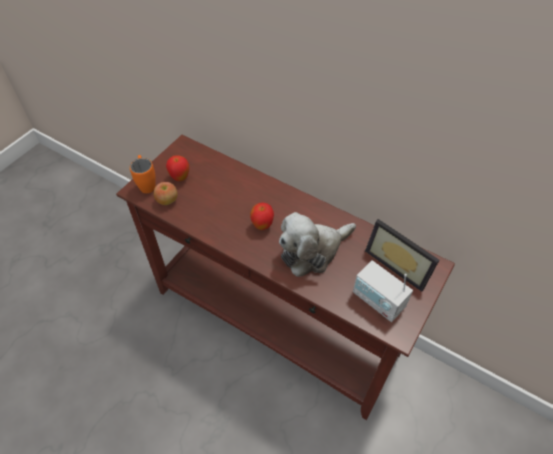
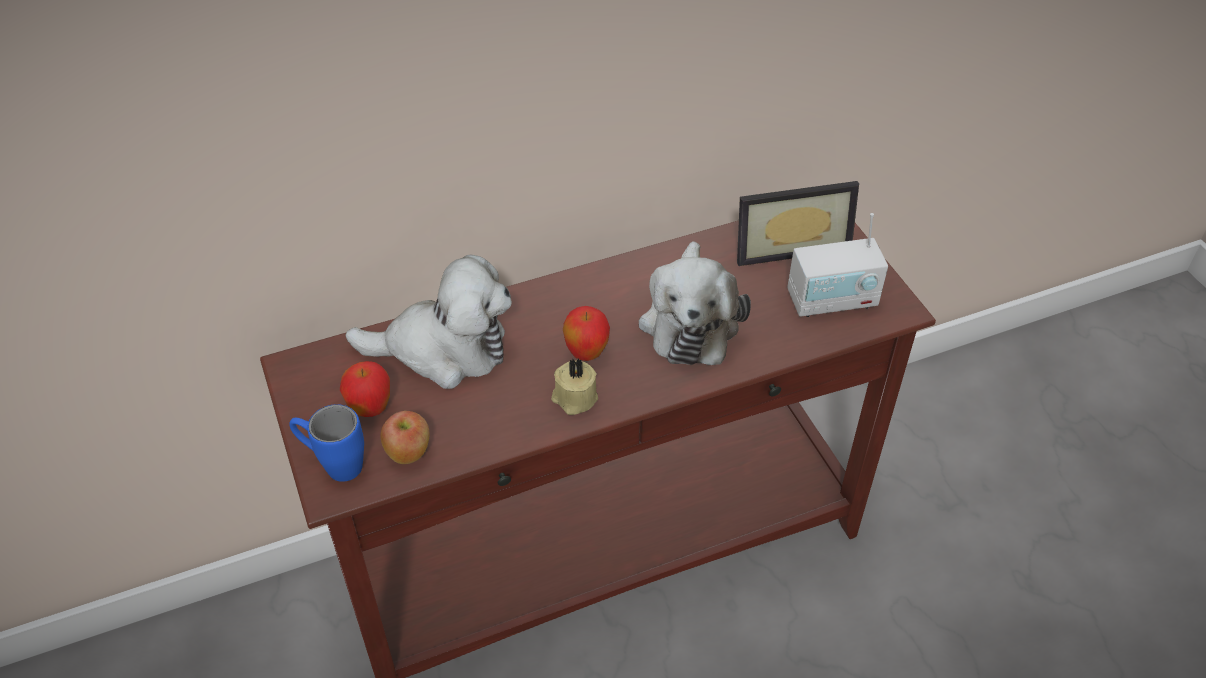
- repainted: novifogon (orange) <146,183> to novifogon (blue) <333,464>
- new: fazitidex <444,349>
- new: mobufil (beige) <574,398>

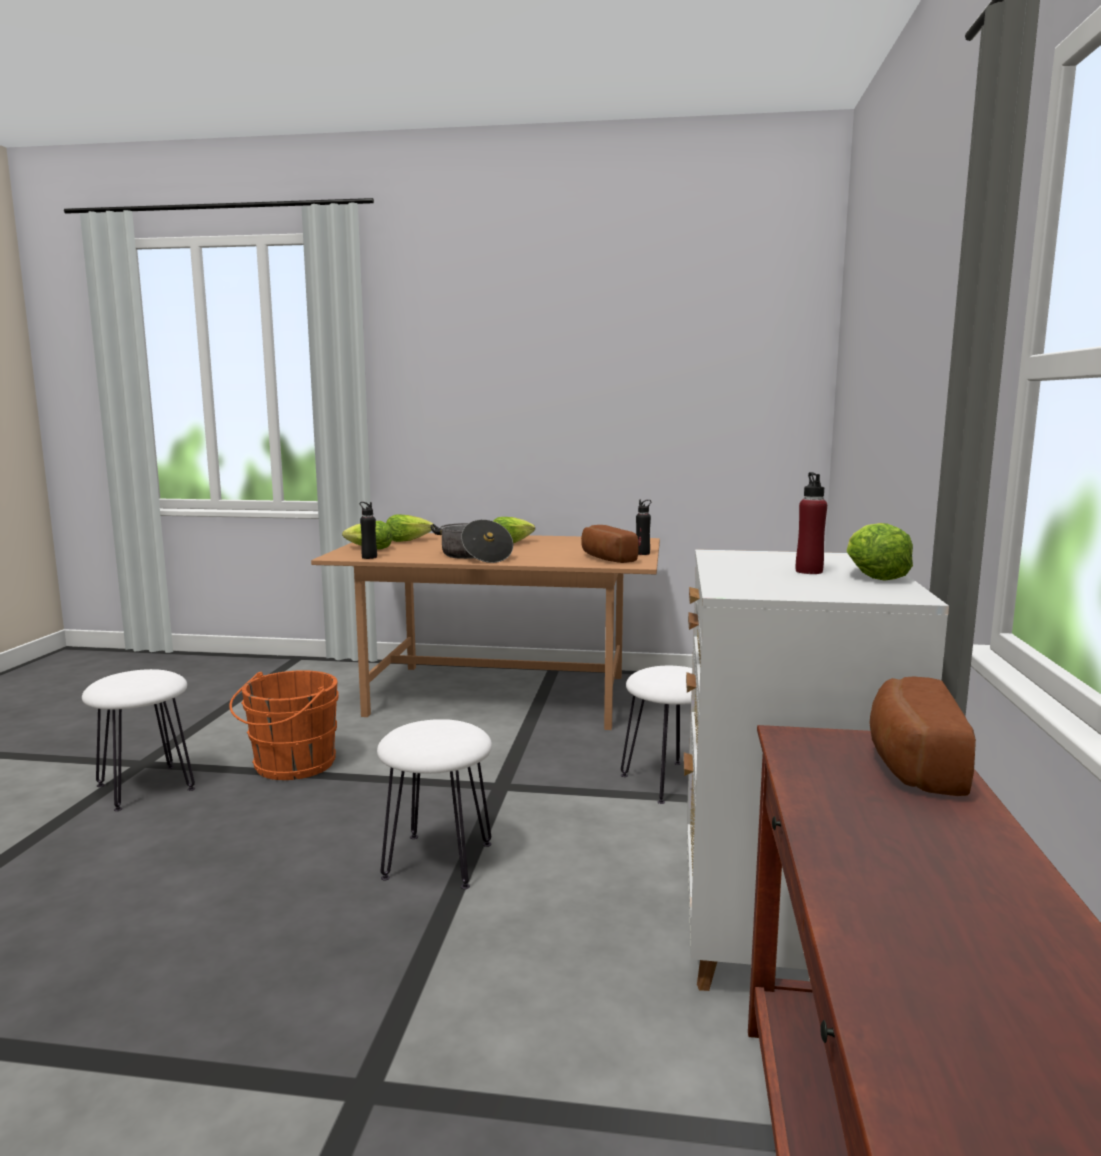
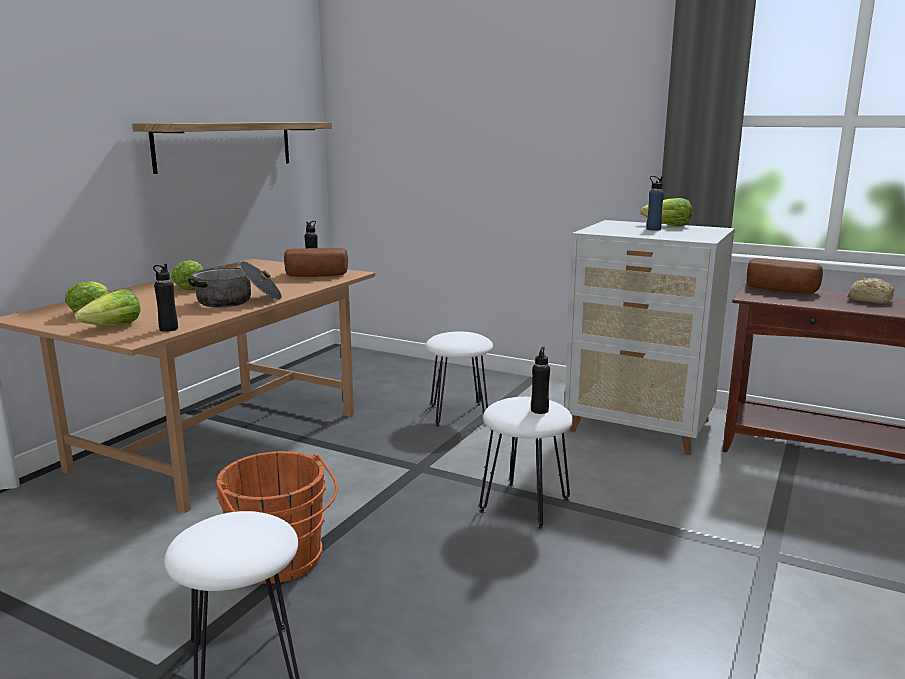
- repainted: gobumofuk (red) <809,571> to gobumofuk (blue) <653,229>
- new: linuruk <225,145>
- new: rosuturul <868,300>
- new: gobumofuk (black) <539,410>

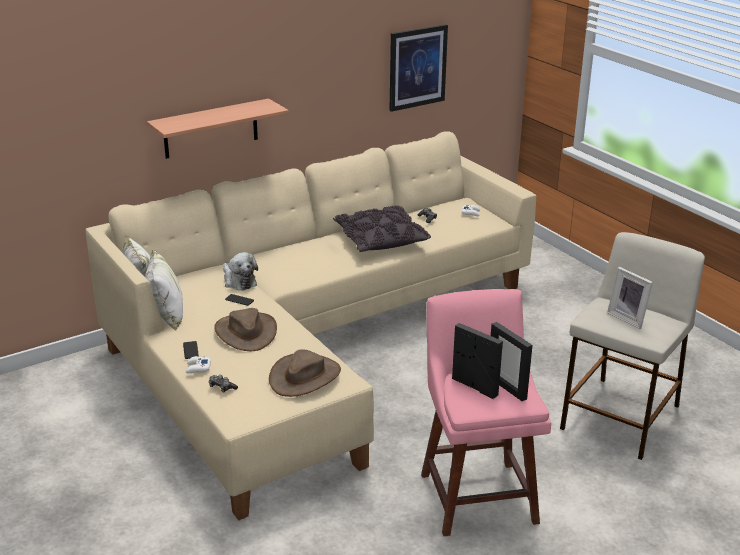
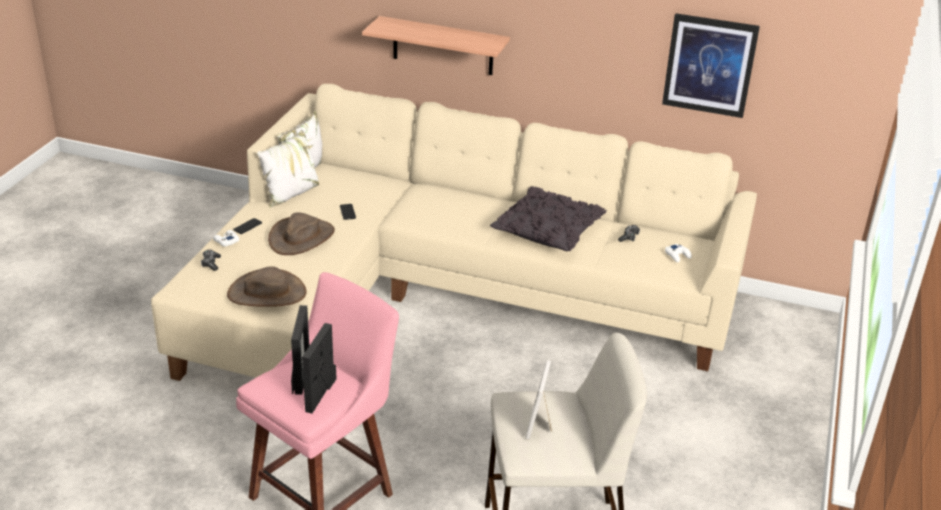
- gone: fazitidex <238,281>

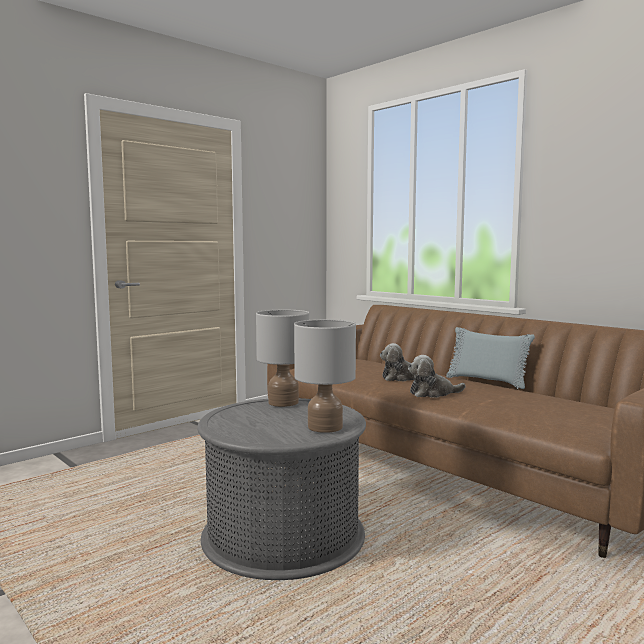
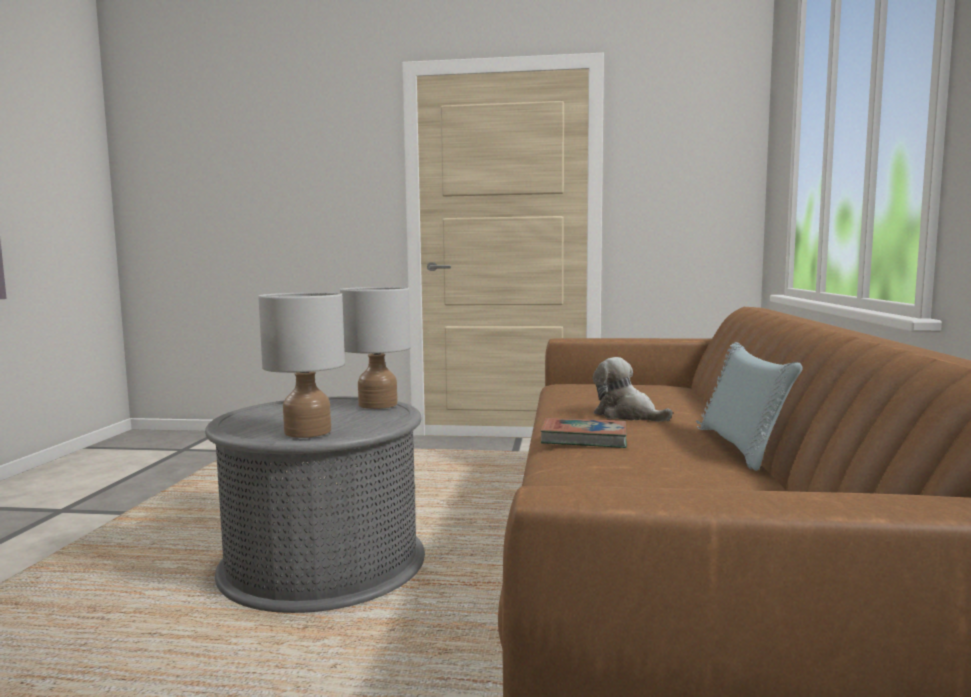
- swapped: fazitidex <432,393> to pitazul <584,439>

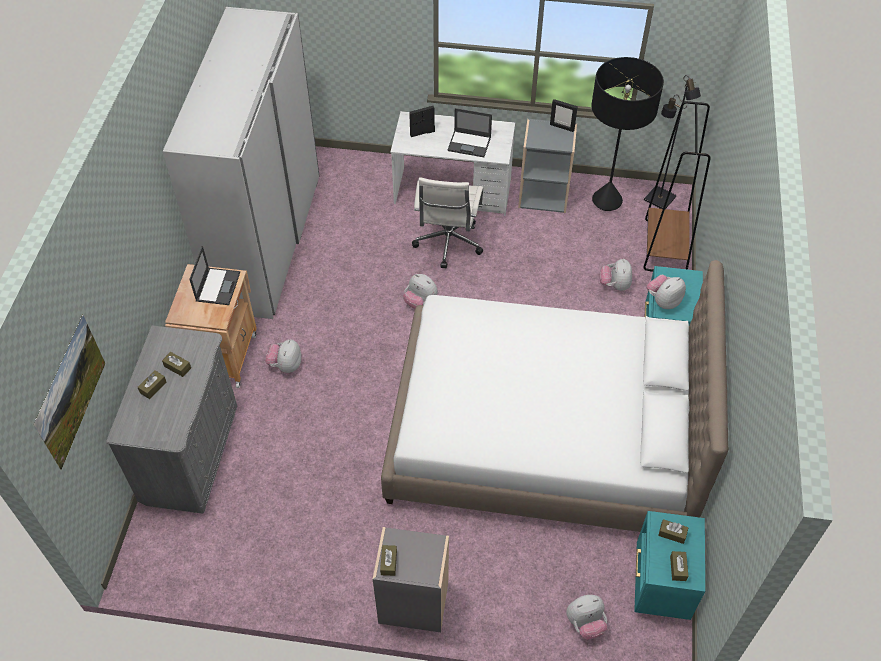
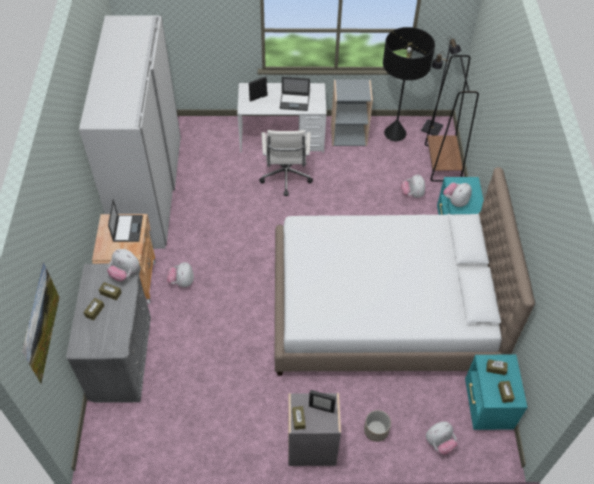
- shifted: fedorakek <562,127> to <321,407>
- shifted: fazitidex <420,301> to <125,273>
- new: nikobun <376,430>

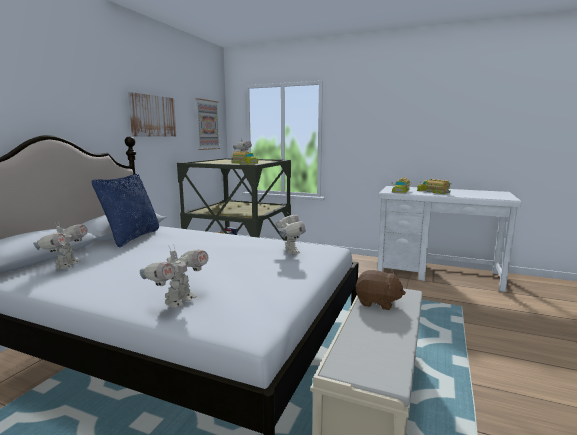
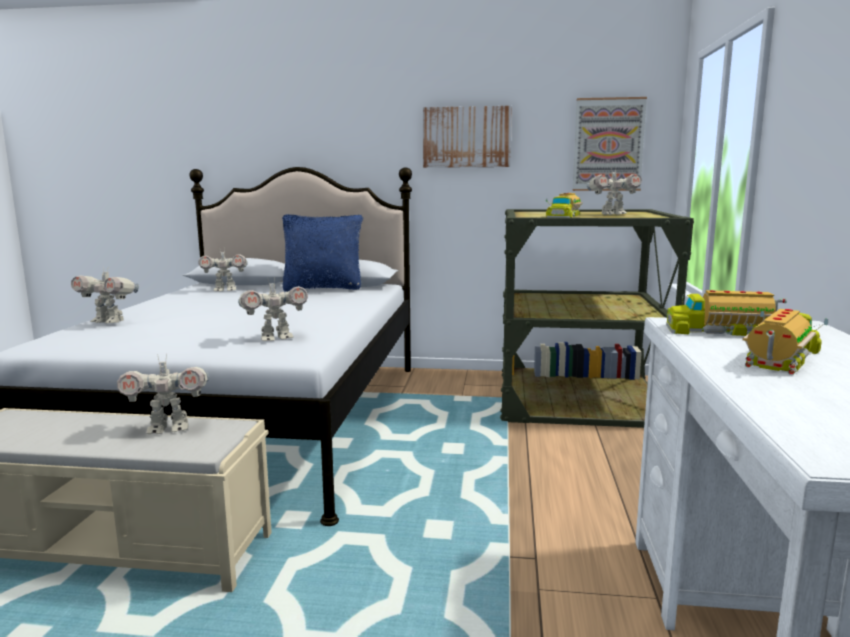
- swapped: fazitidex (brown) <377,302> to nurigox <169,429>

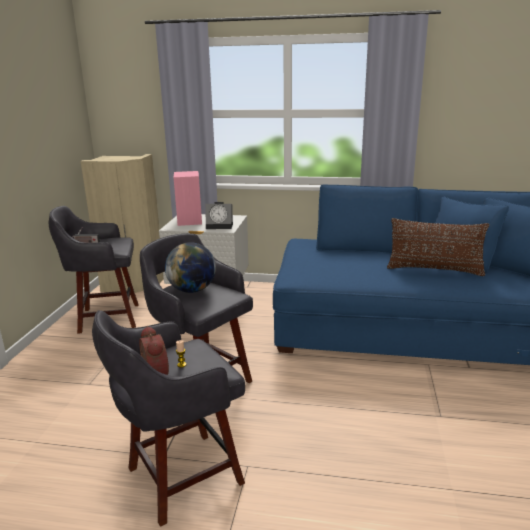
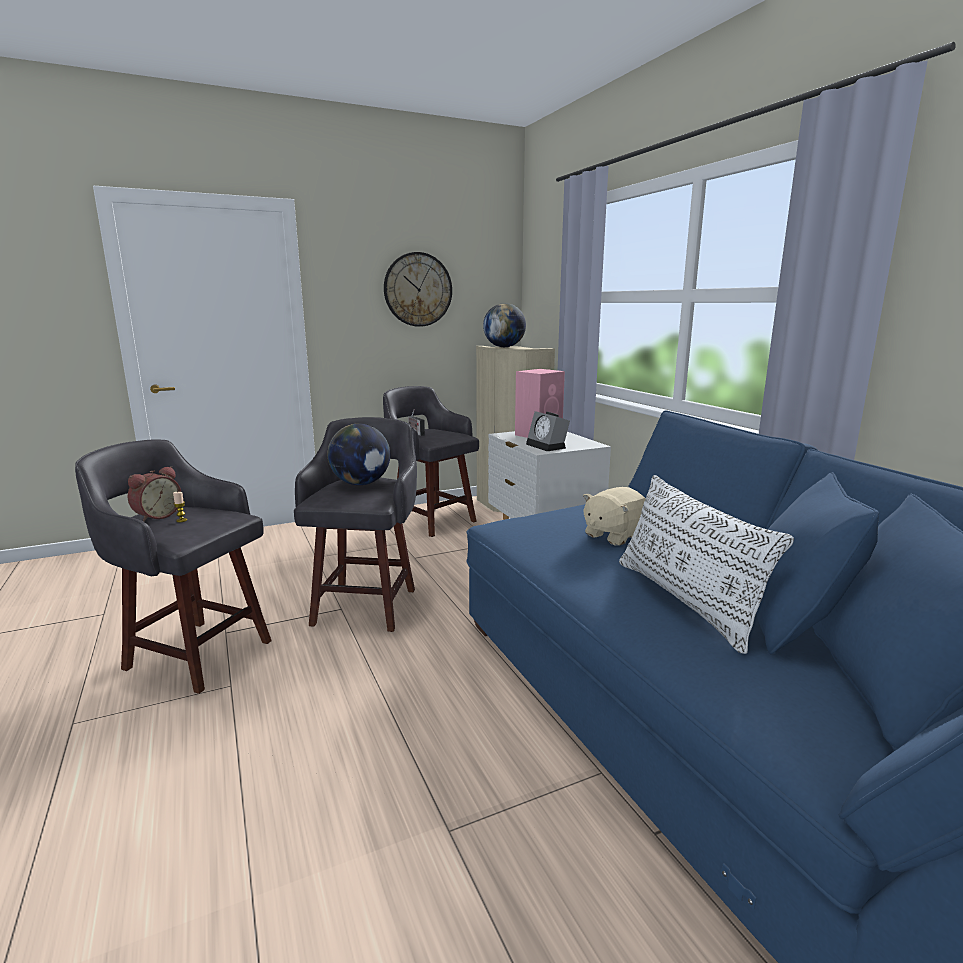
- repainted: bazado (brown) <434,269> to bazado (white) <685,601>
- new: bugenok <418,289>
- new: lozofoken <504,347>
- new: fazitidex (beige) <613,535>

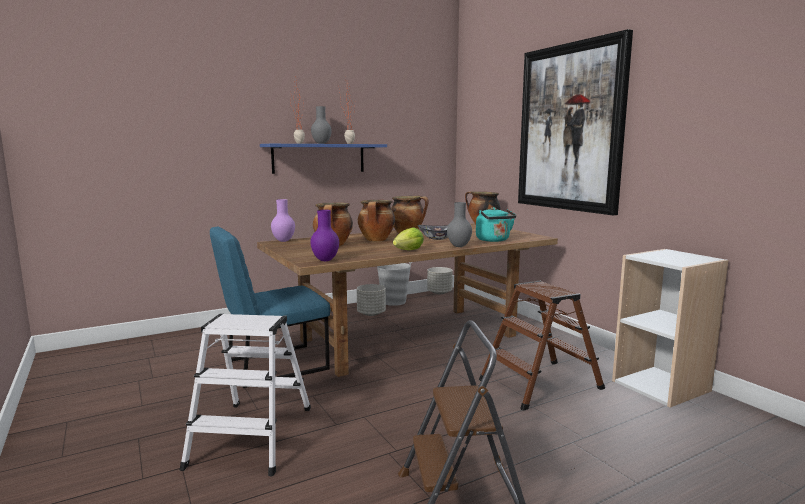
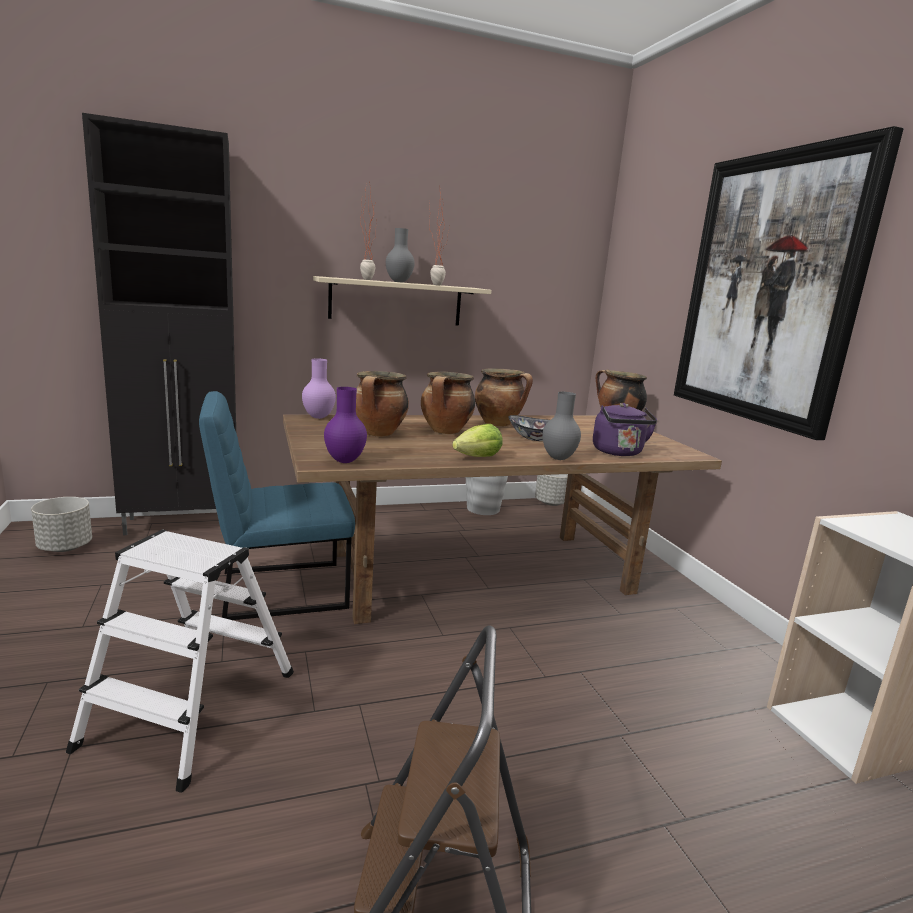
- repainted: linuruk (blue) <319,158> to linuruk (beige) <396,302>
- repainted: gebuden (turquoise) <494,240> to gebuden (purple) <619,453>
- gone: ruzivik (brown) <540,384>
- shifted: nikobun (grey) <371,314> to <65,547>
- new: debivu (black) <184,524>

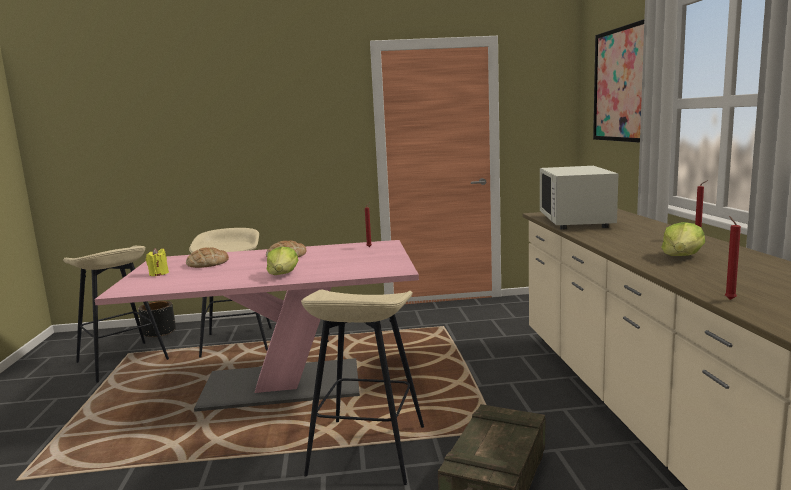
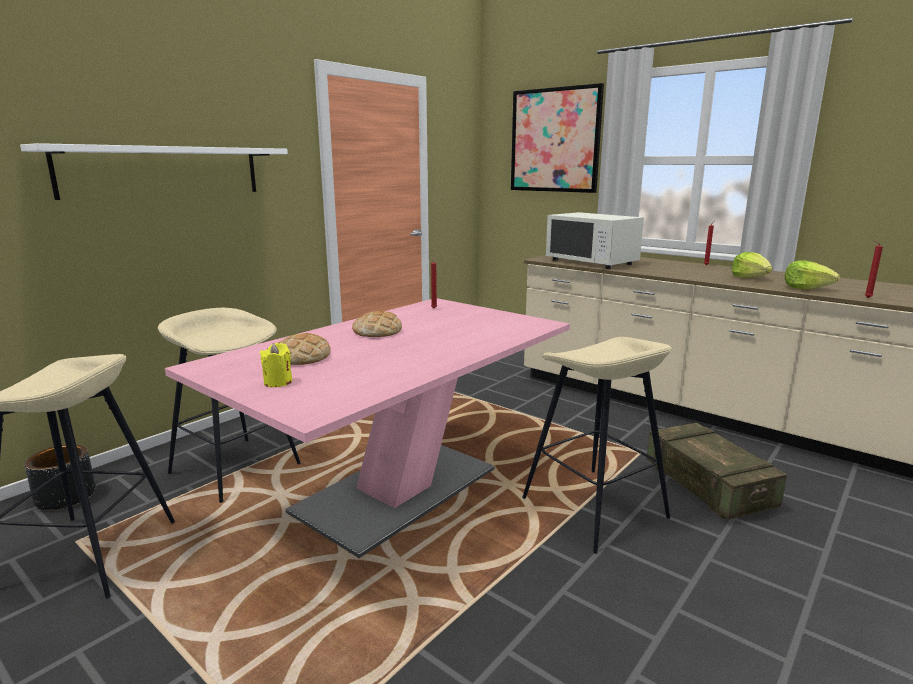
- shifted: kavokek <283,274> to <806,288>
- new: linuruk (white) <164,171>

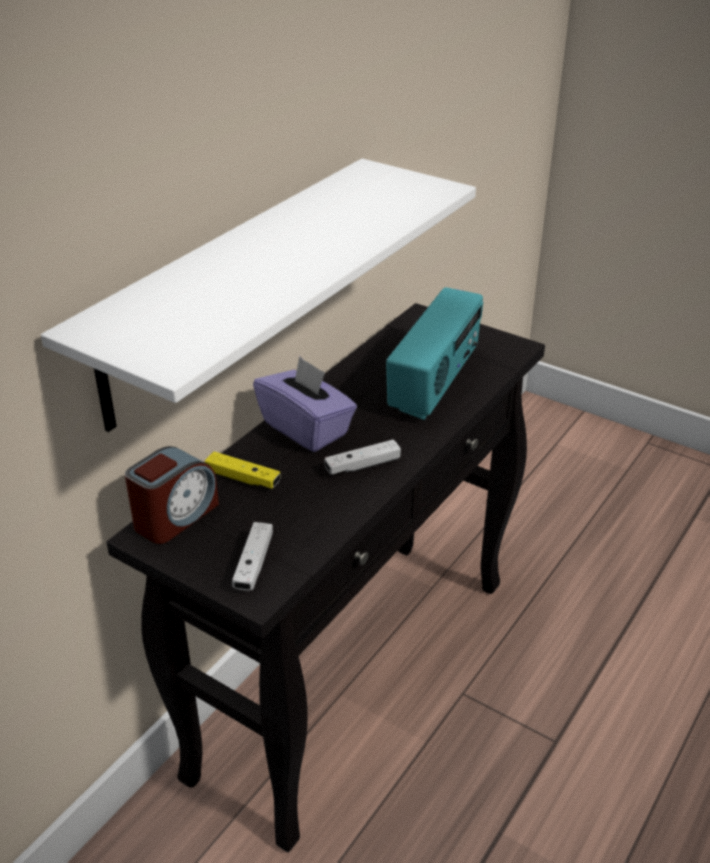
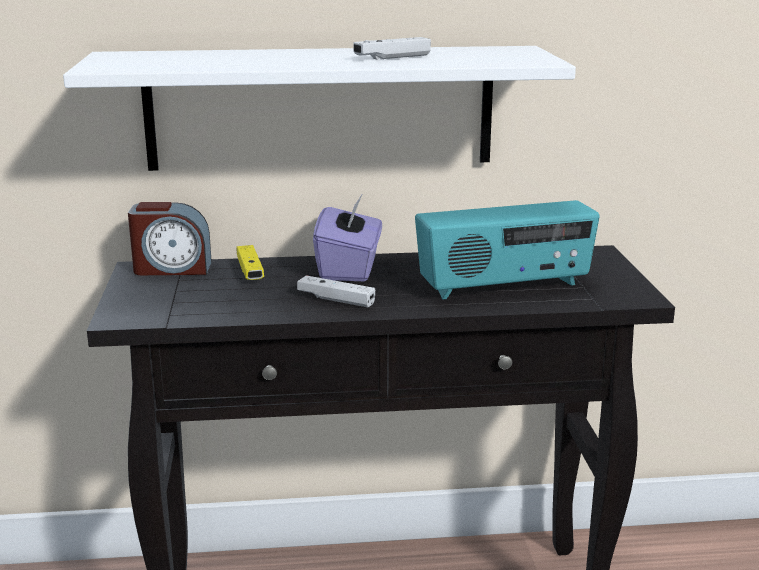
- shifted: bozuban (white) <253,564> to <392,57>

